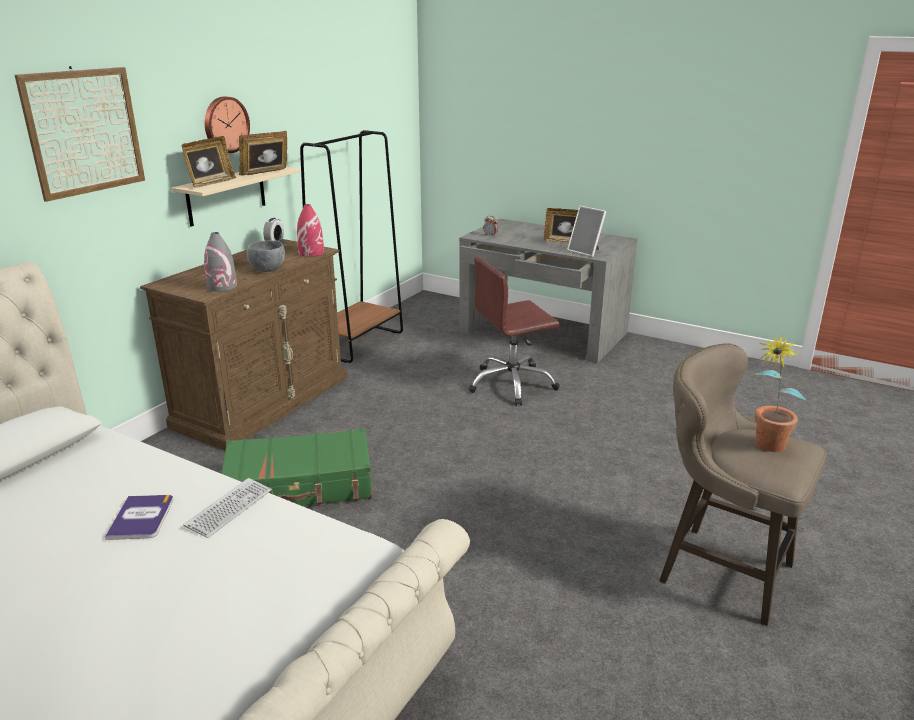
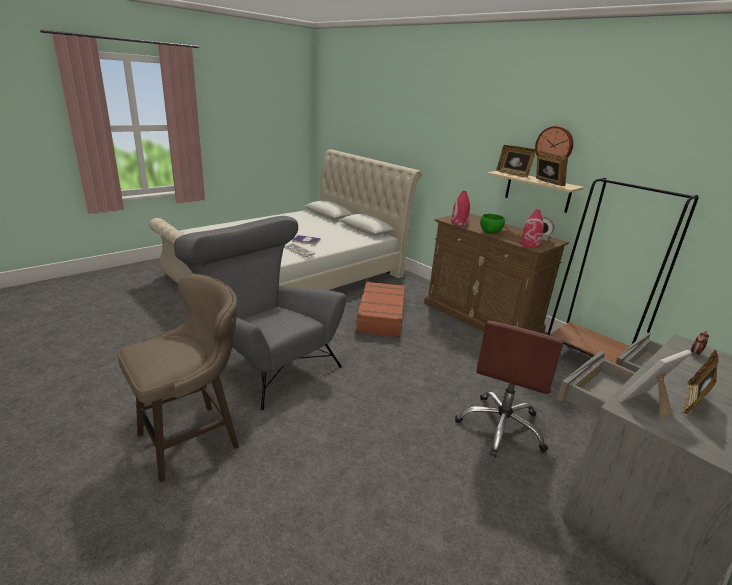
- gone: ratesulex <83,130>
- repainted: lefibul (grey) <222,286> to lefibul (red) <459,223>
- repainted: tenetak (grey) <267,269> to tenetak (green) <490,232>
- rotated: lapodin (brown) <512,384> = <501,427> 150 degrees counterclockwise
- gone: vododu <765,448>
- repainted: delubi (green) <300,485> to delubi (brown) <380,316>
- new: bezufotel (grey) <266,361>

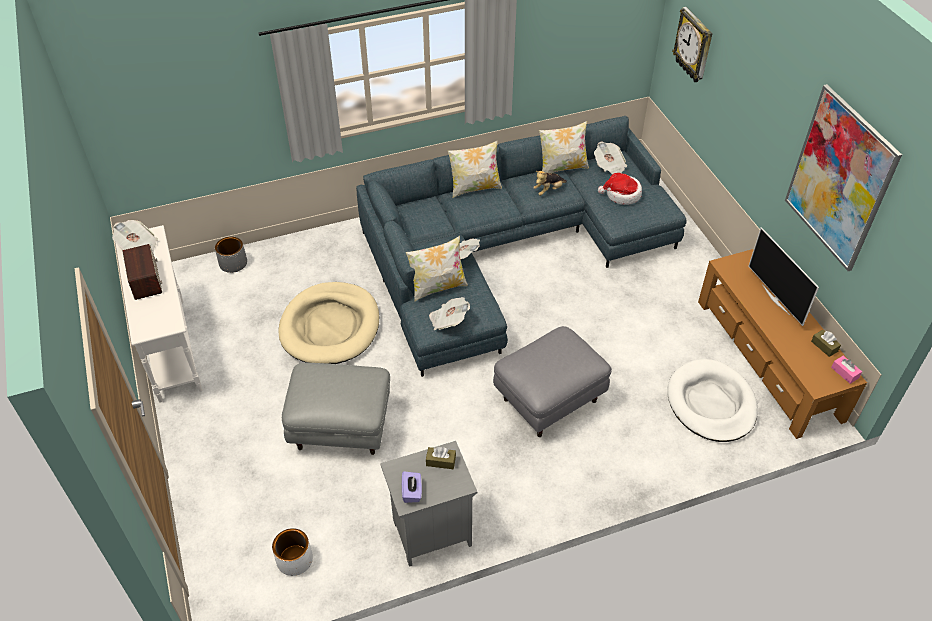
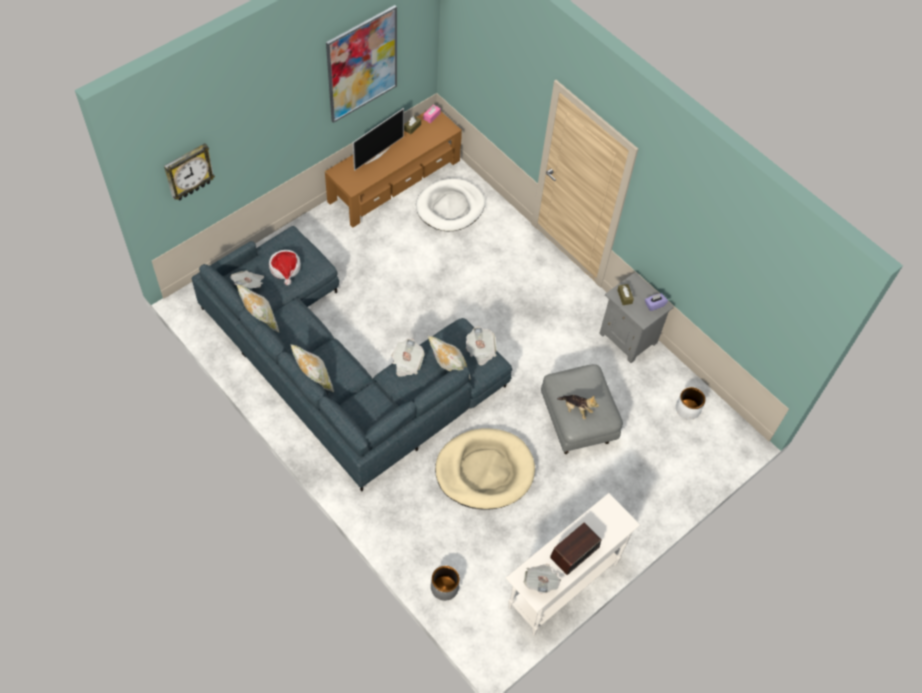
- shifted: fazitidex <548,190> to <576,409>
- gone: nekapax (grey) <548,401>

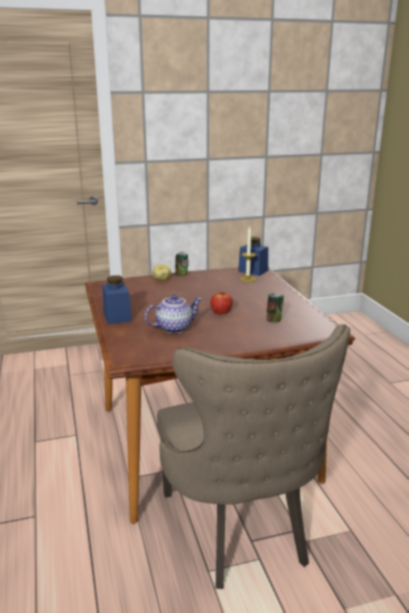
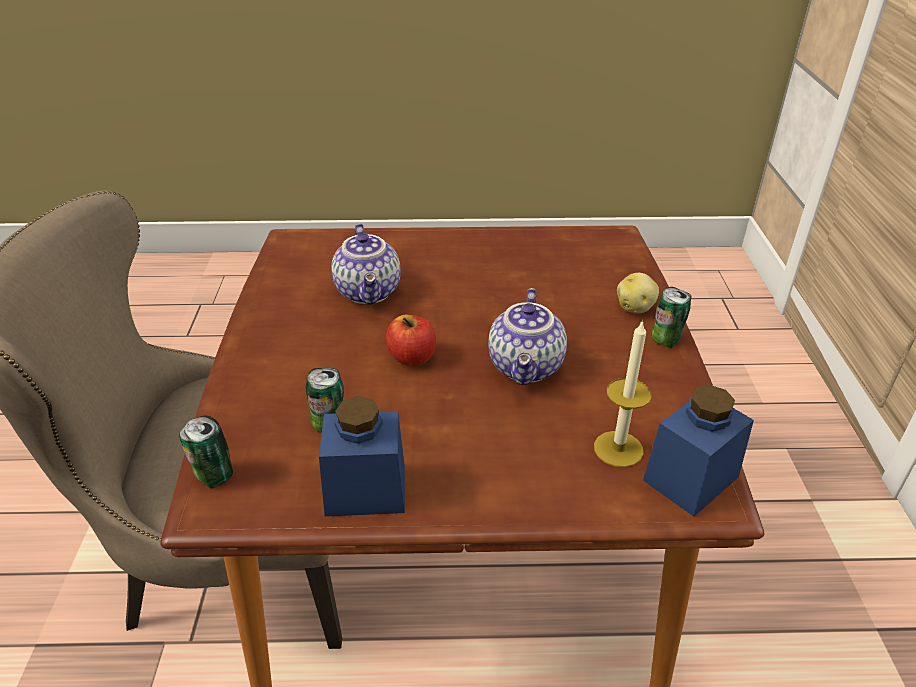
- shifted: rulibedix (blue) <117,317> to <366,490>
- new: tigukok <527,367>
- new: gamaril <214,476>

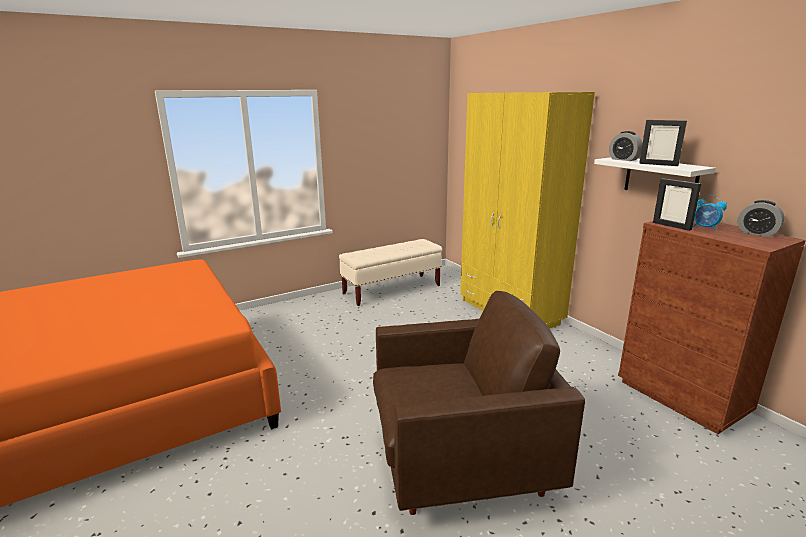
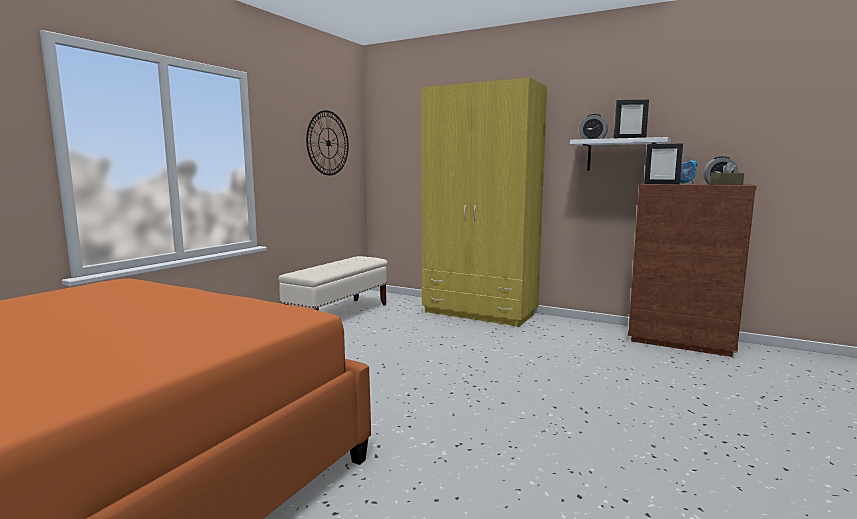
- gone: bezufotel (brown) <460,463>
- new: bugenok <328,143>
- new: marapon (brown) <726,184>

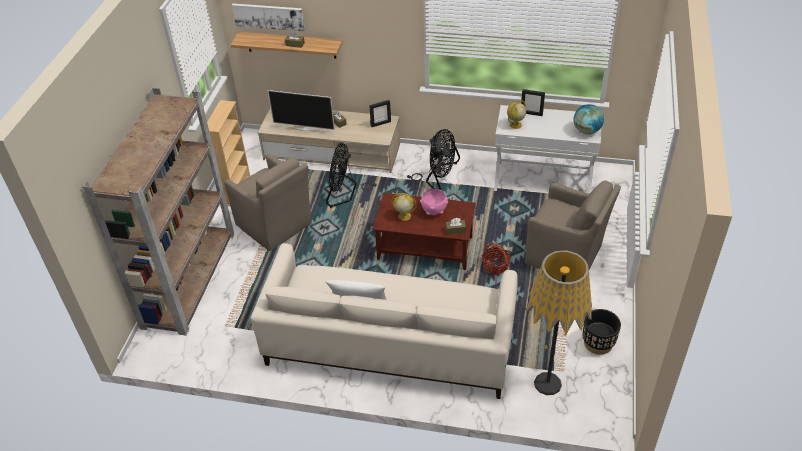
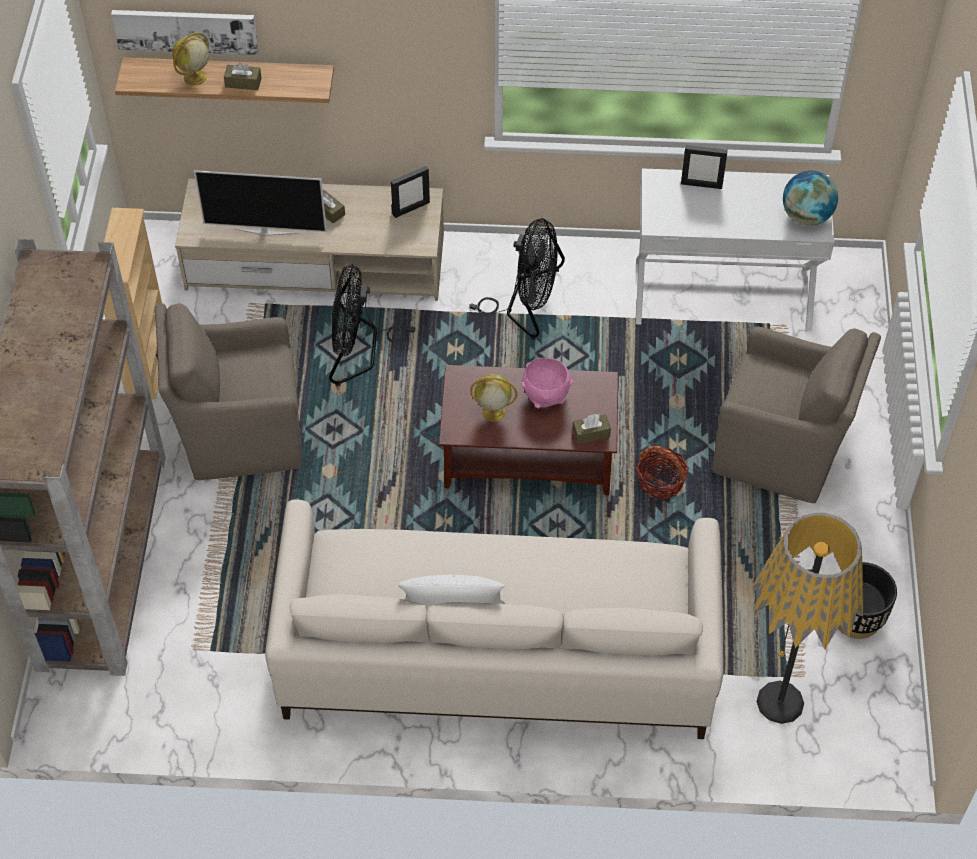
- shifted: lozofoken <515,125> to <194,78>
- rotated: bezufotel (brown) <275,225> = <239,433> 135 degrees clockwise

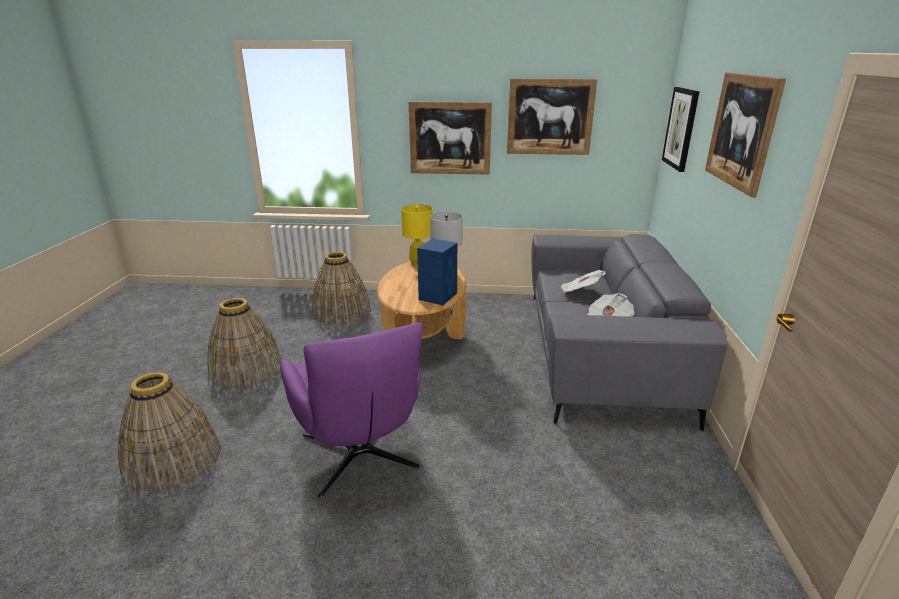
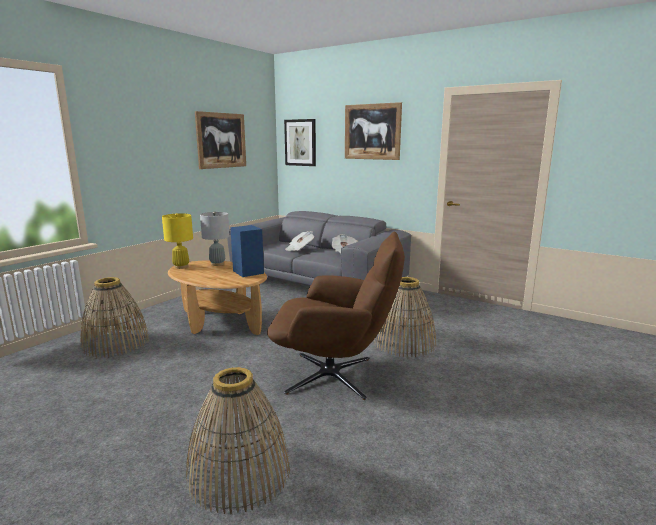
- gone: ratesulex <450,138>
- shifted: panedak <246,369> to <404,342>
- repainted: bezufotel (purple) <359,454> to bezufotel (brown) <333,376>

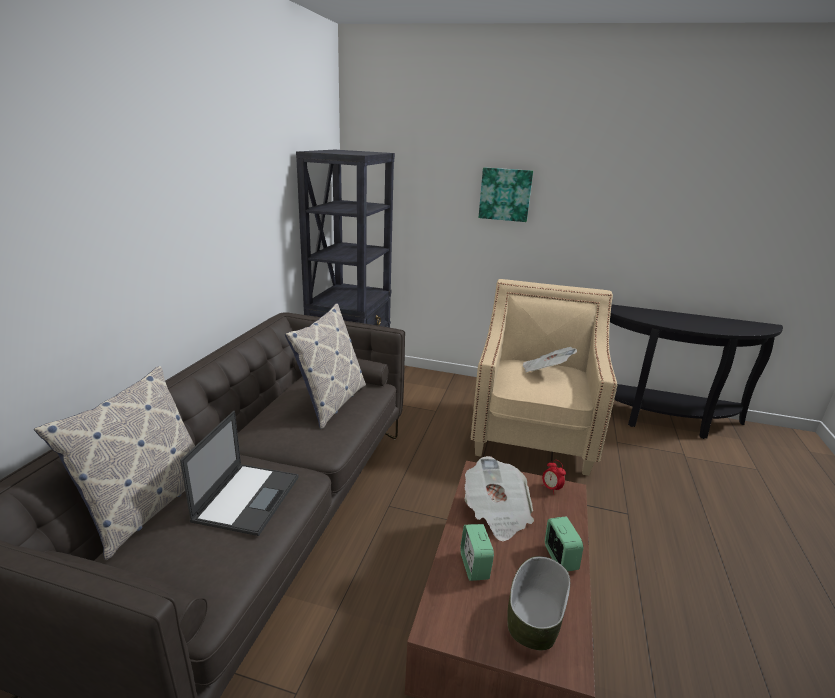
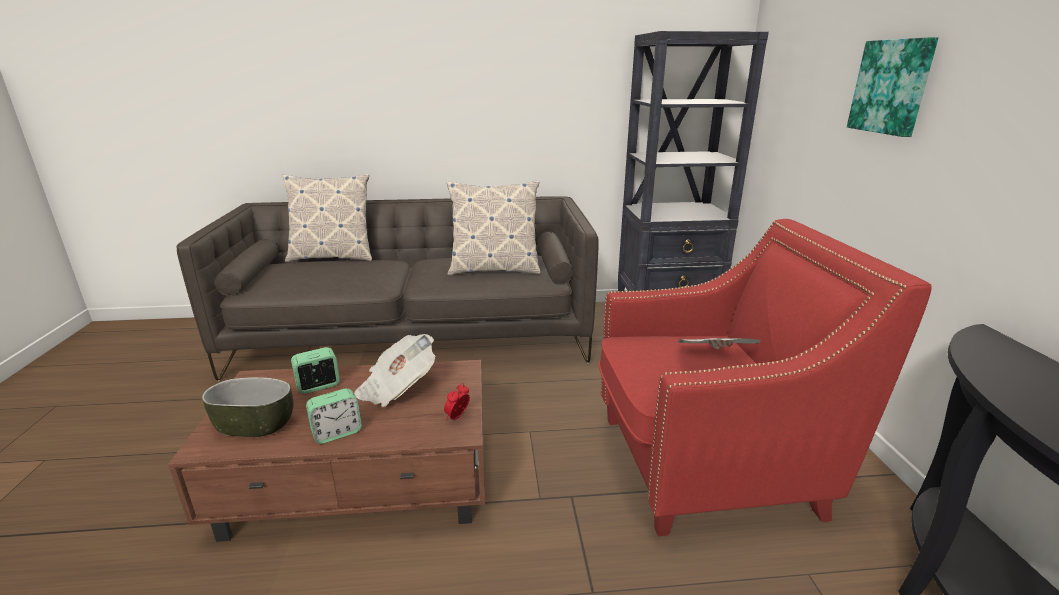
- repainted: bezufotel (beige) <532,435> to bezufotel (red) <708,463>
- gone: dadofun <248,497>

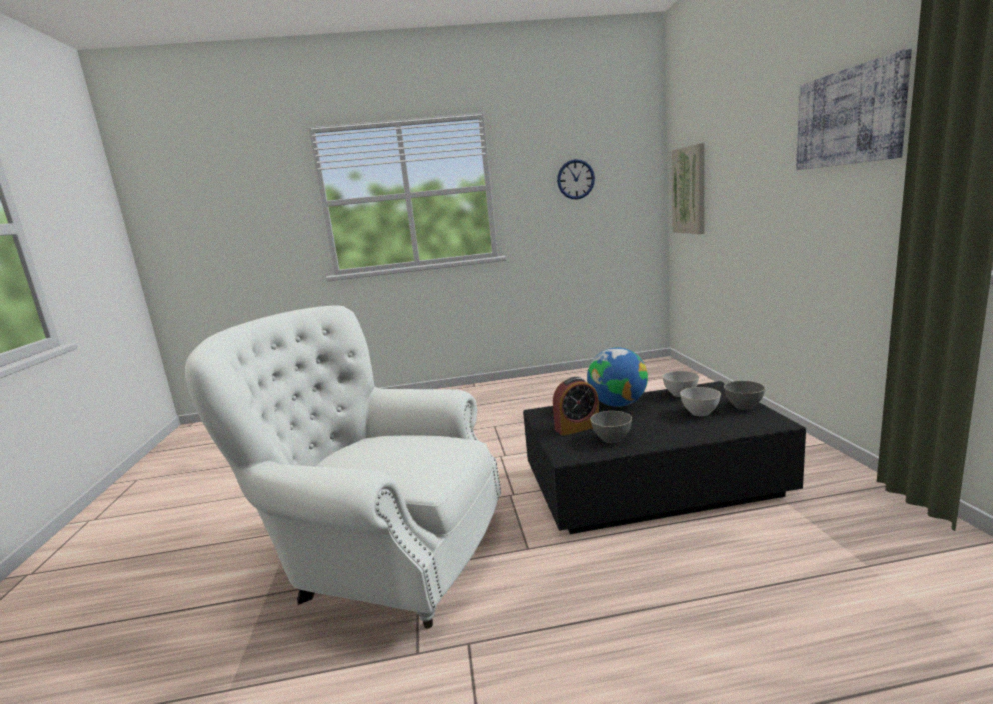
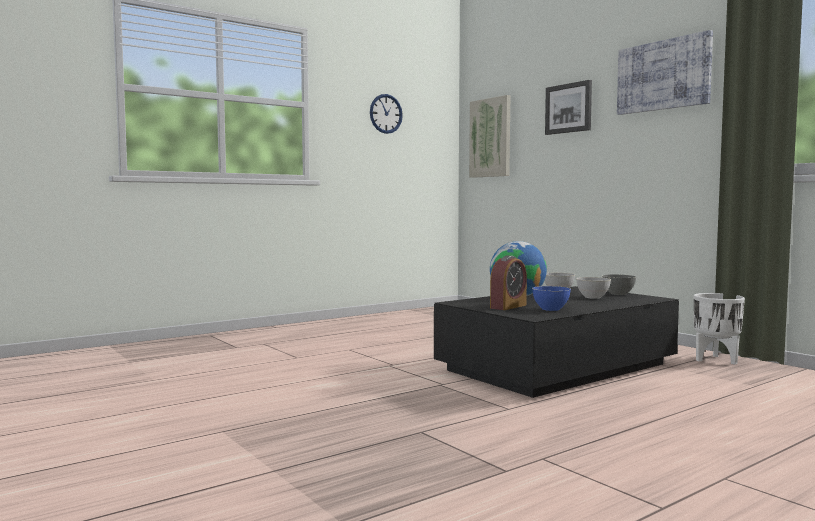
- gone: bezufotel (white) <382,557>
- repainted: tenetak (grey) <612,439> to tenetak (blue) <551,309>
- new: ratesulex <569,108>
- new: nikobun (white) <716,360>

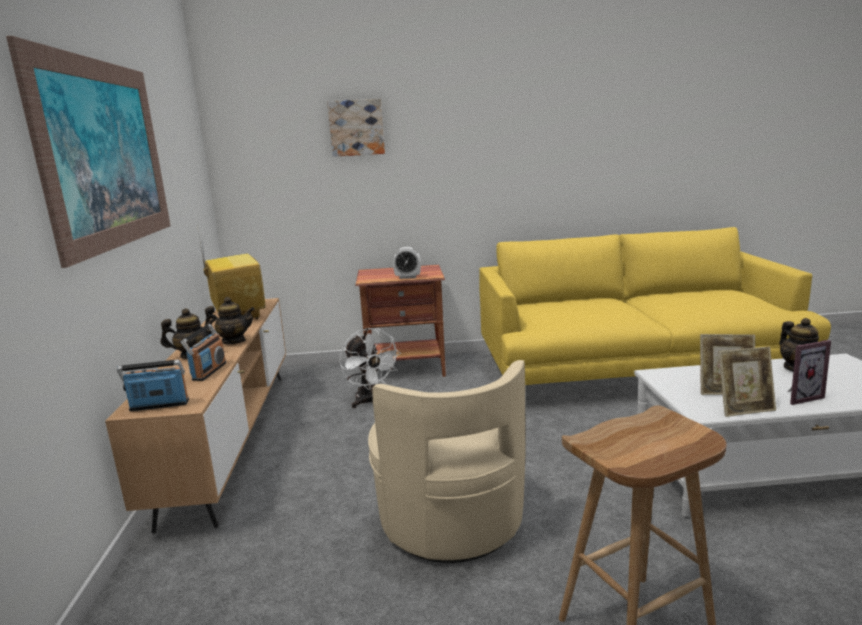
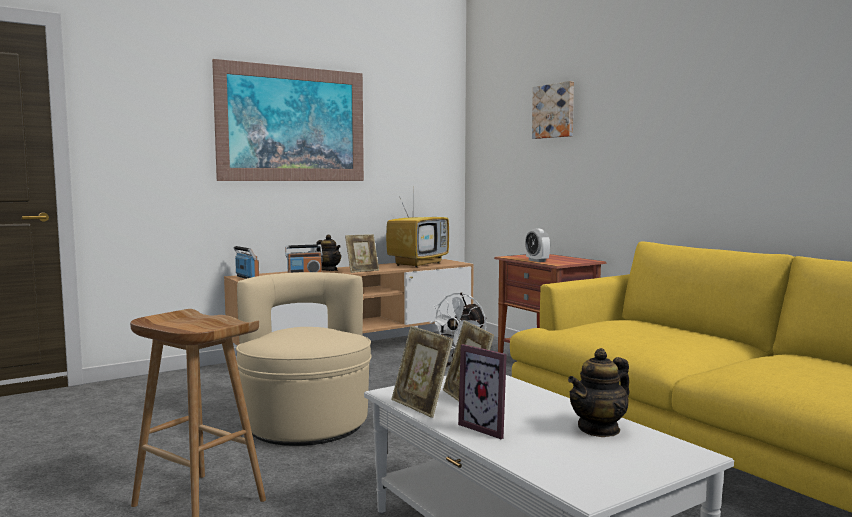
- swapped: tigukok <233,341> to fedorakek <362,271>
- rotated: bezufotel (beige) <450,518> = <306,424> 120 degrees clockwise

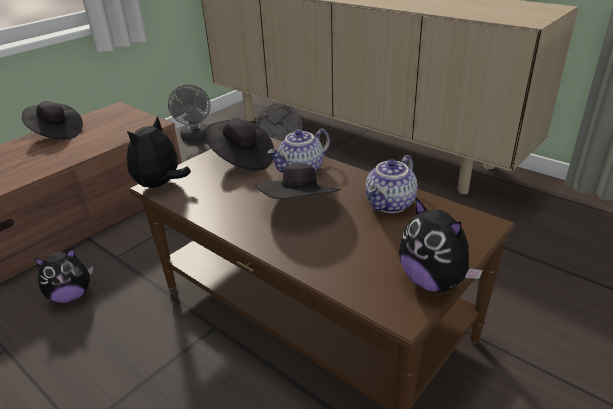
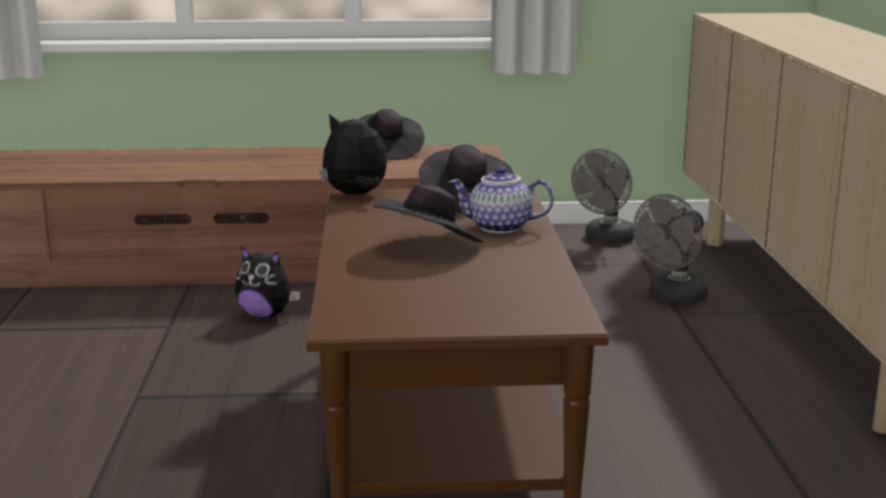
- gone: tigukok <391,204>
- gone: fazitidex <433,281>

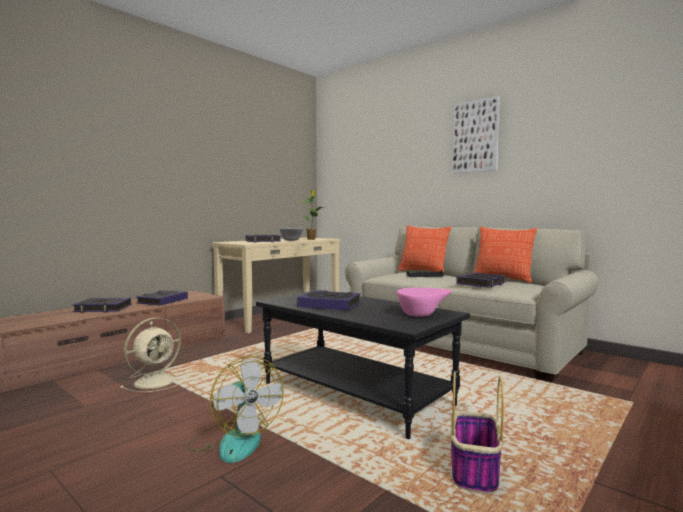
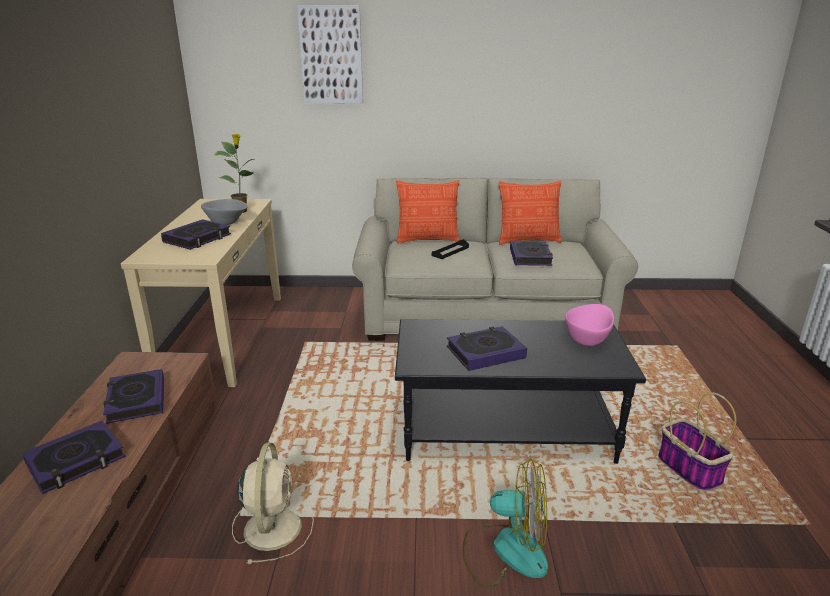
- shifted: ratesulex <475,136> to <331,55>

